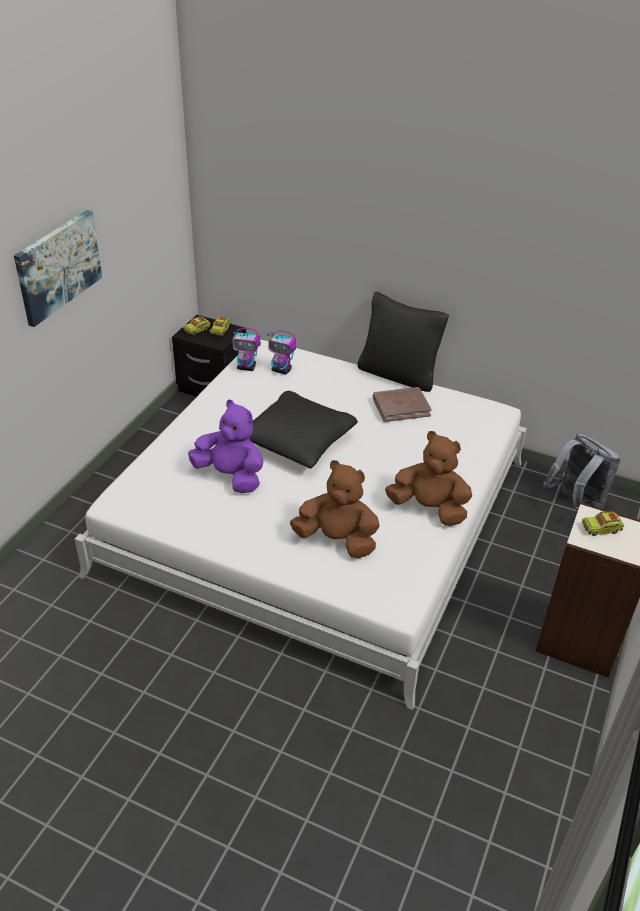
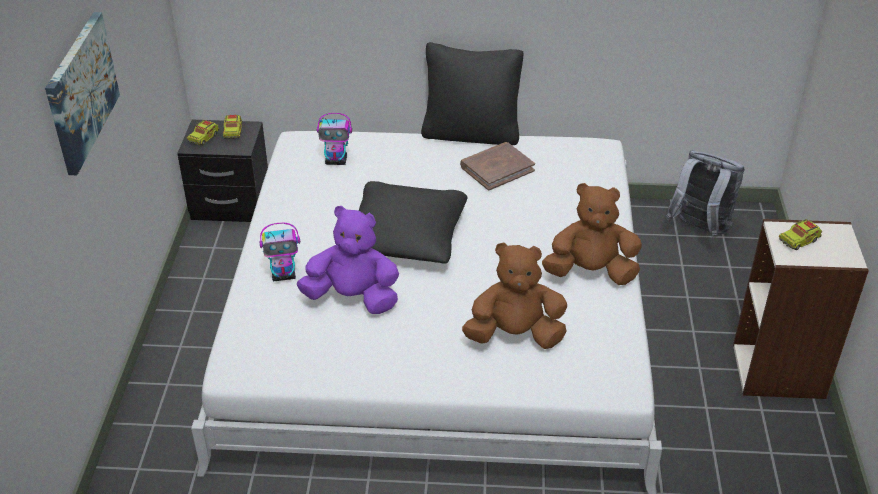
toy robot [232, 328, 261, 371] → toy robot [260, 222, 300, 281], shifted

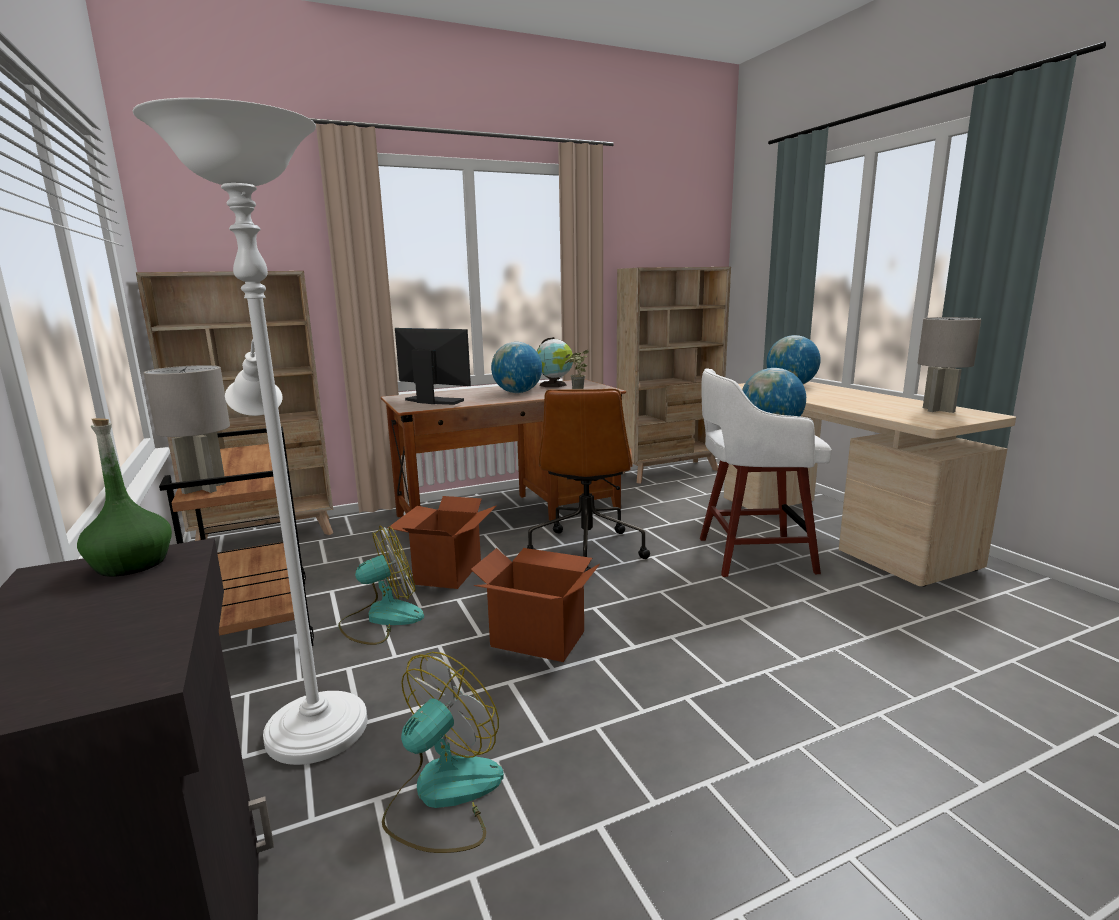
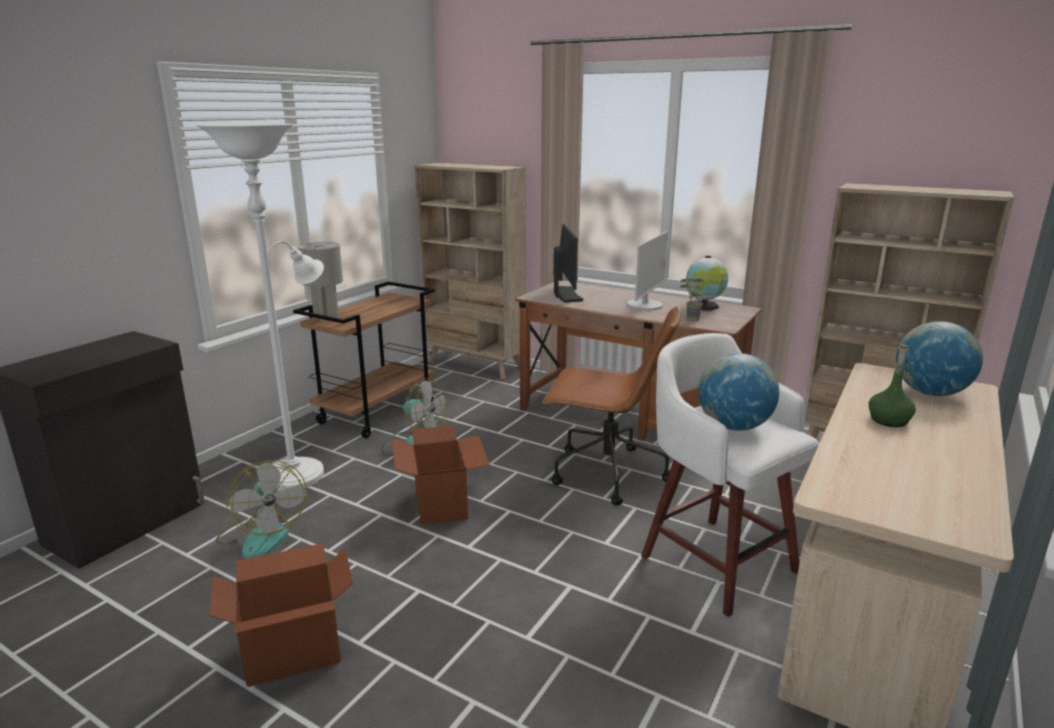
grey table lamp [918, 317, 981, 413] → -
globe [491, 342, 542, 393] → monitor [627, 231, 668, 310]
brown office chair [527, 388, 650, 572] → brown office chair [542, 307, 680, 506], 135 degrees counterclockwise
green bottle [77, 418, 172, 577] → green bottle [869, 344, 916, 427], shifted
cardboard box [388, 496, 497, 589] → cardboard box [209, 543, 353, 687], shifted
fan [382, 652, 504, 853] → fan [216, 460, 307, 559], 60 degrees clockwise

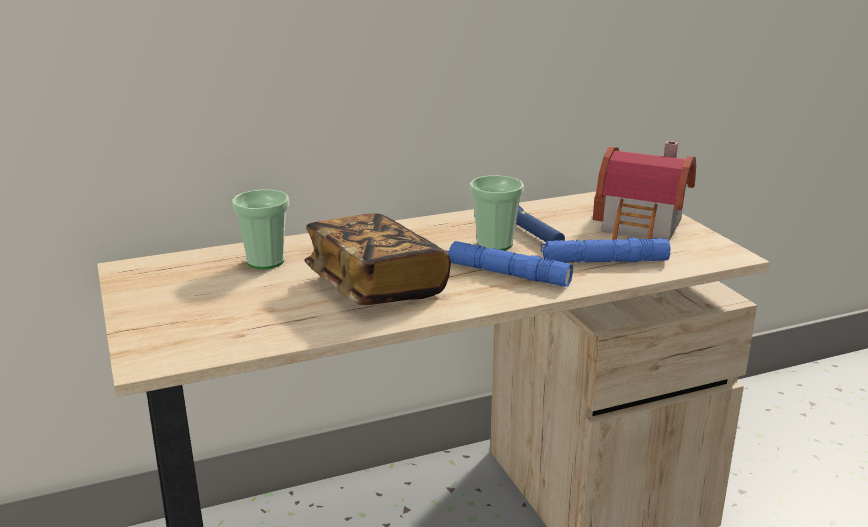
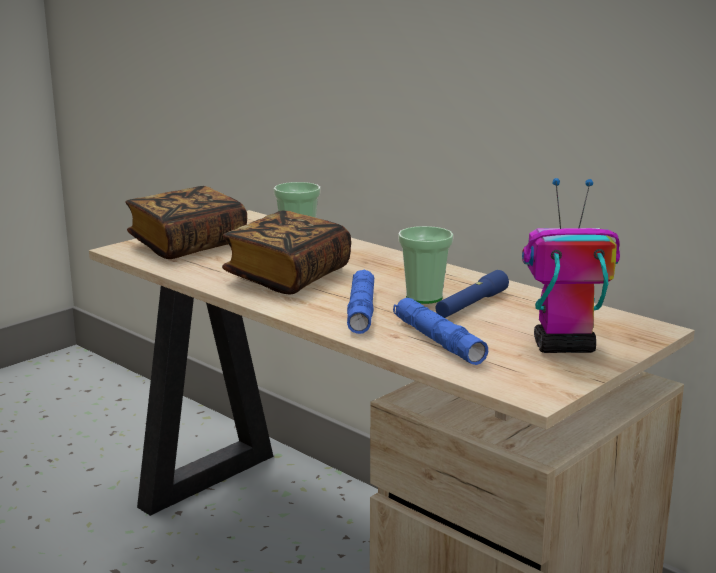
toy house [593, 141, 696, 241] → toy robot [522, 178, 620, 353]
- → book [125, 186, 247, 259]

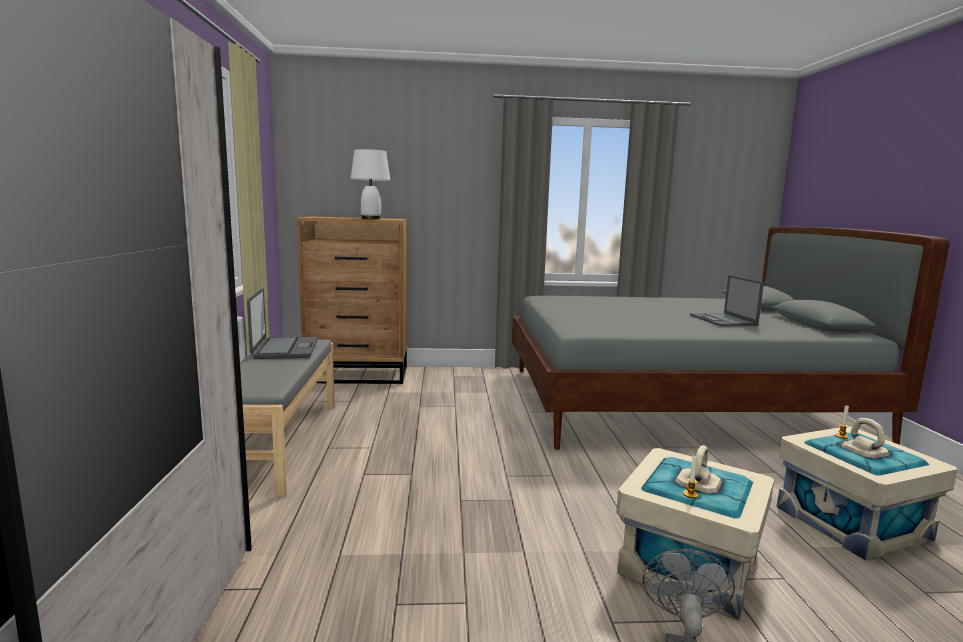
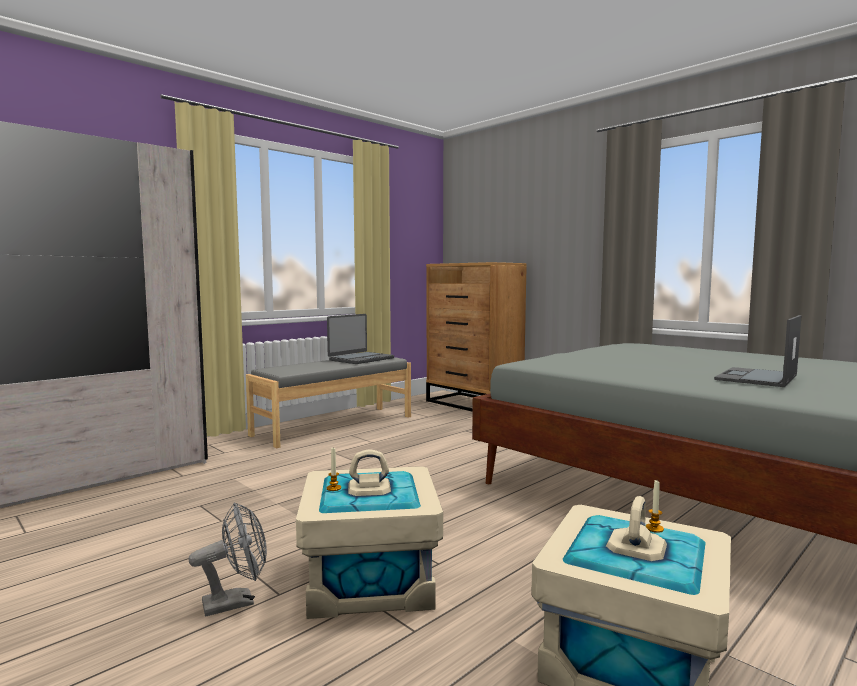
white table lamp [351, 149, 390, 219] → -

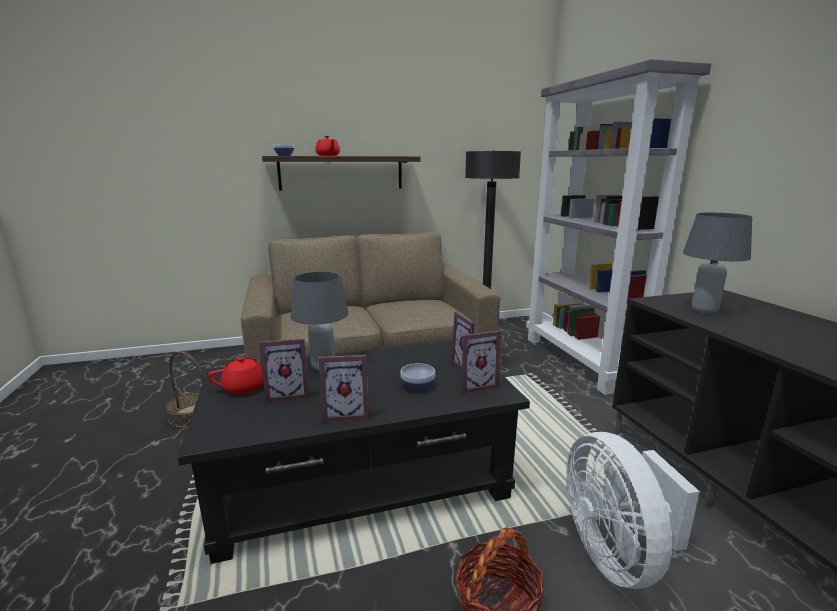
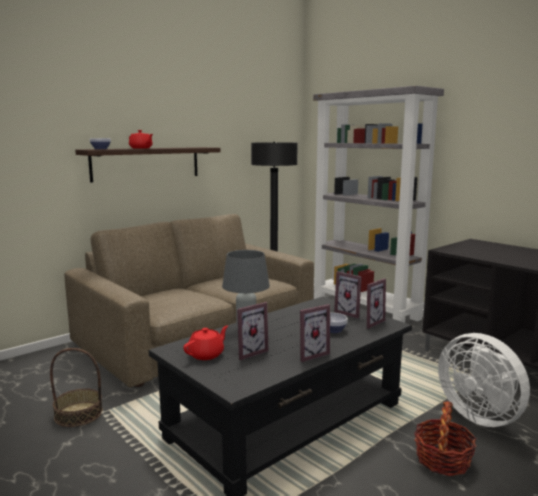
grey table lamp [683, 212, 752, 314] → -

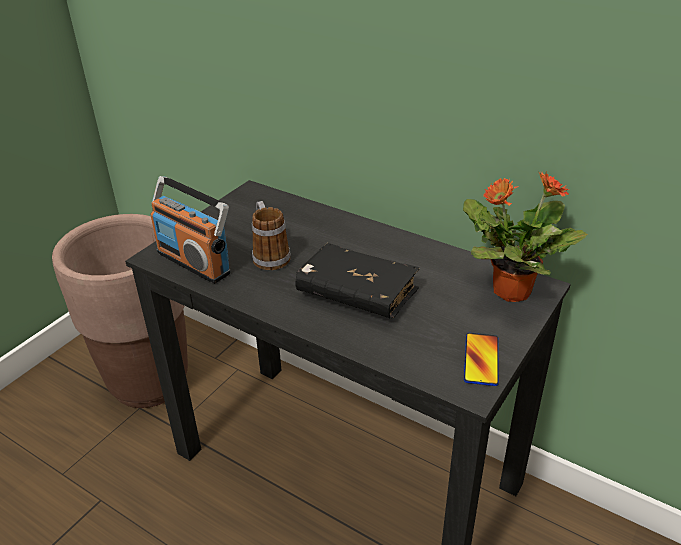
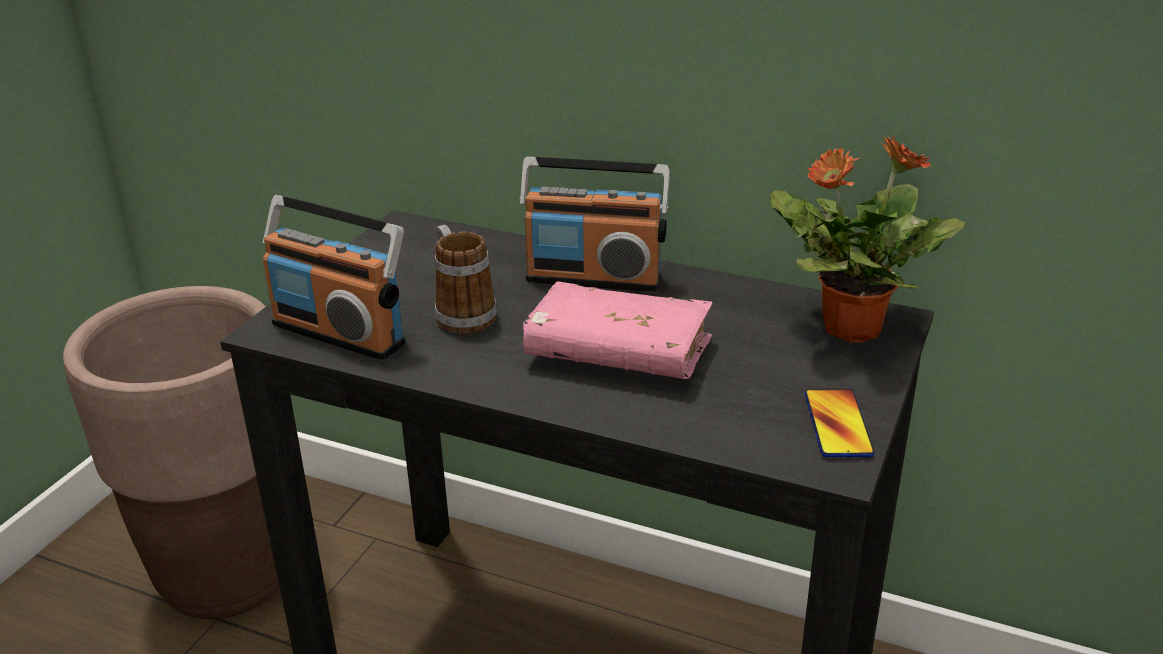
black book [296, 243, 420, 318] → pink book [523, 281, 713, 379]
- → radio [519, 157, 670, 292]

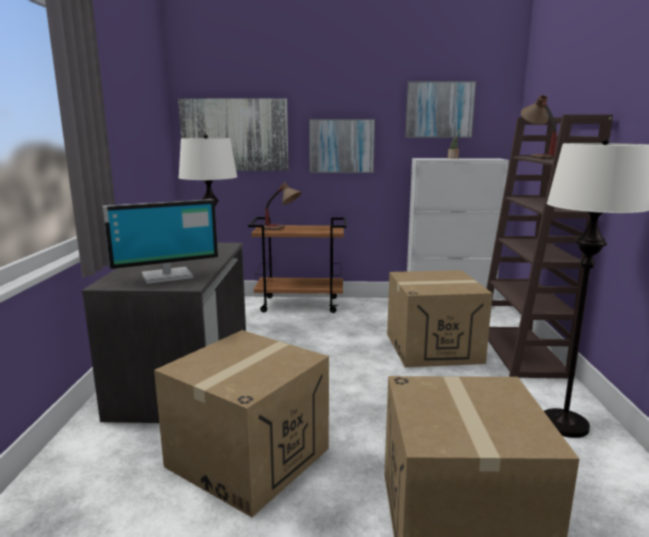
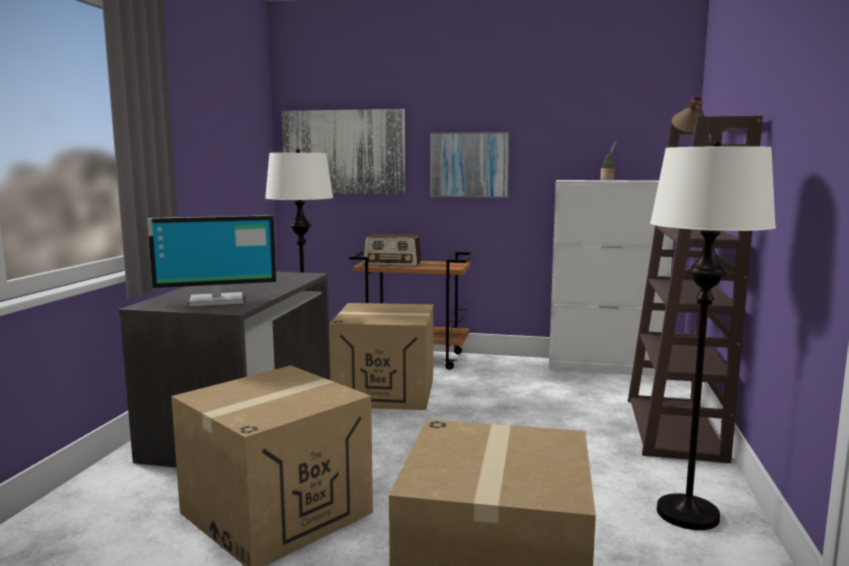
picture [405, 81, 476, 138] → -
table lamp [264, 182, 302, 230] → radio [363, 234, 422, 267]
cardboard box [387, 270, 493, 367] → cardboard box [329, 303, 433, 410], shifted

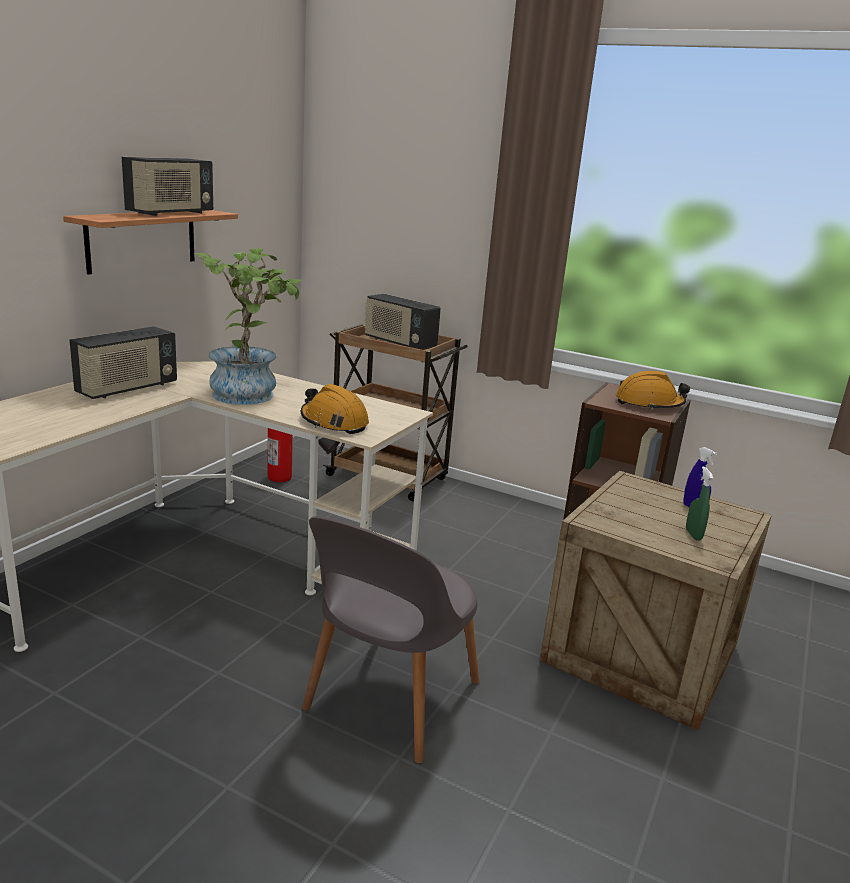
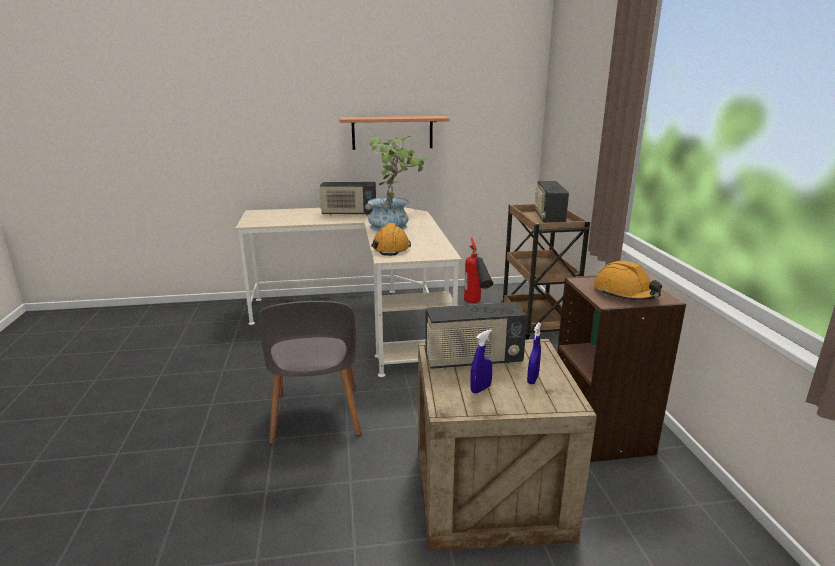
radio [122, 157, 213, 216] → radio [425, 302, 527, 369], shifted
green spray bottle [686, 466, 713, 540] → blue spray bottle [470, 329, 493, 394]
grey chair [302, 516, 479, 764] → grey chair [257, 301, 361, 444], 90 degrees counterclockwise

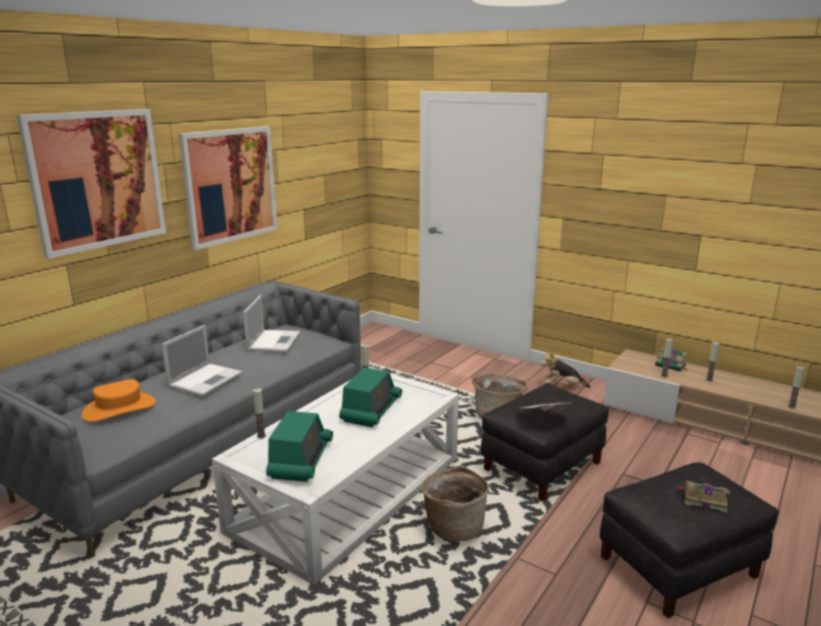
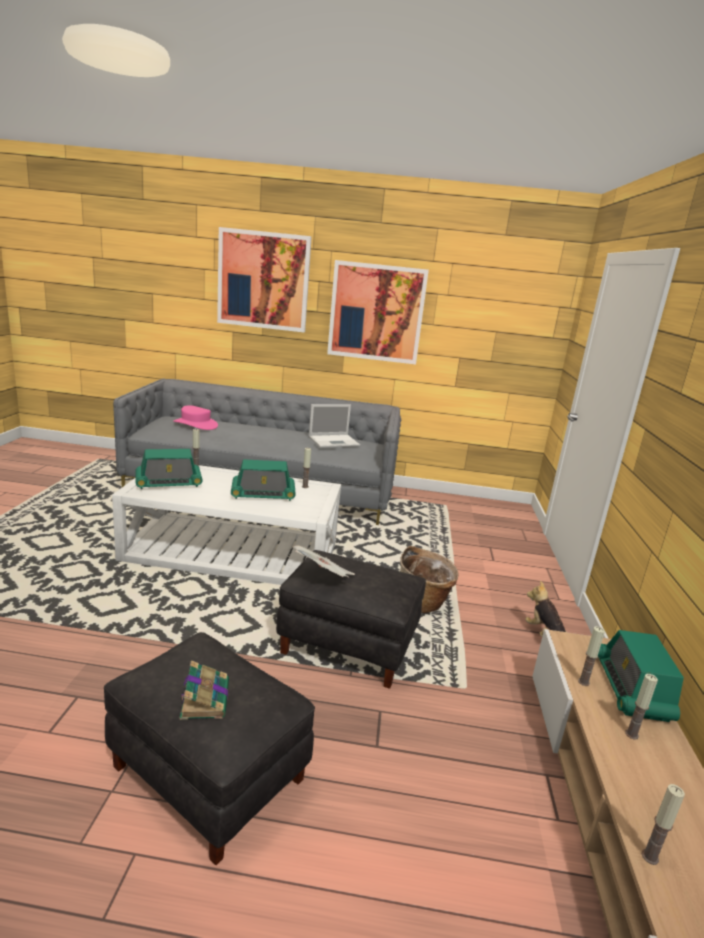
laptop [161, 325, 242, 396] → -
book [655, 347, 687, 372] → radio [598, 630, 684, 722]
orange hat [82, 379, 156, 422] → pink hat [173, 405, 218, 430]
basket [422, 465, 489, 541] → -

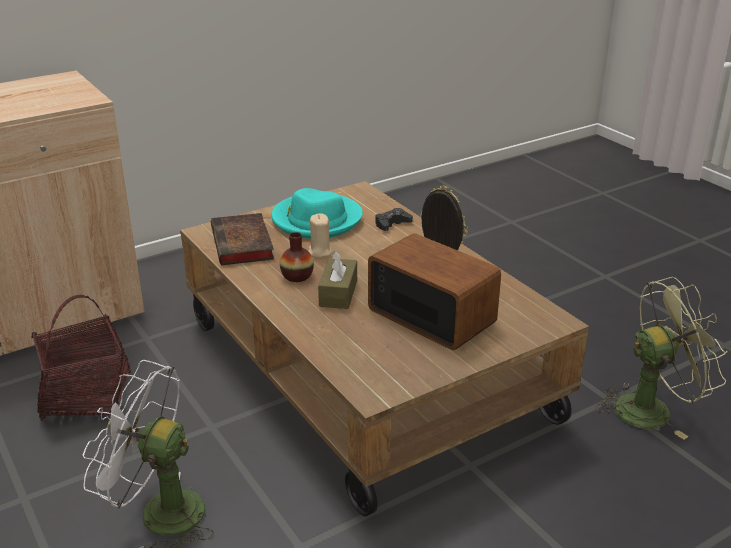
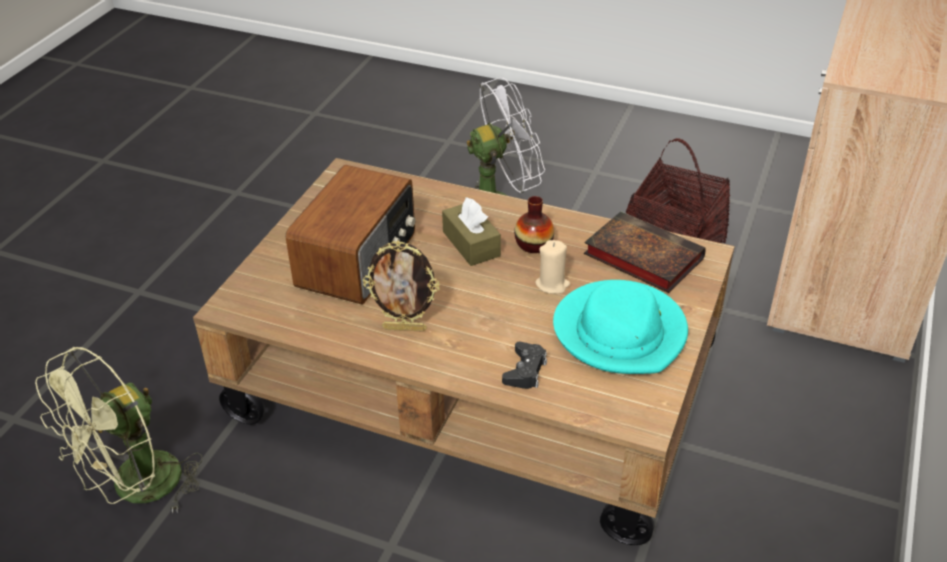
radio [368, 233, 501, 350] → radio [286, 165, 416, 305], 75 degrees counterclockwise

